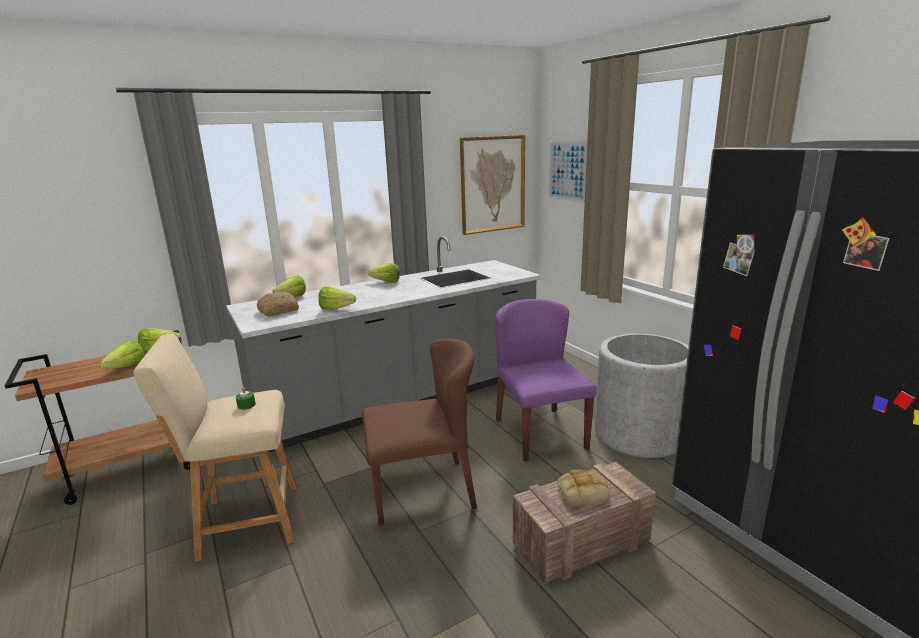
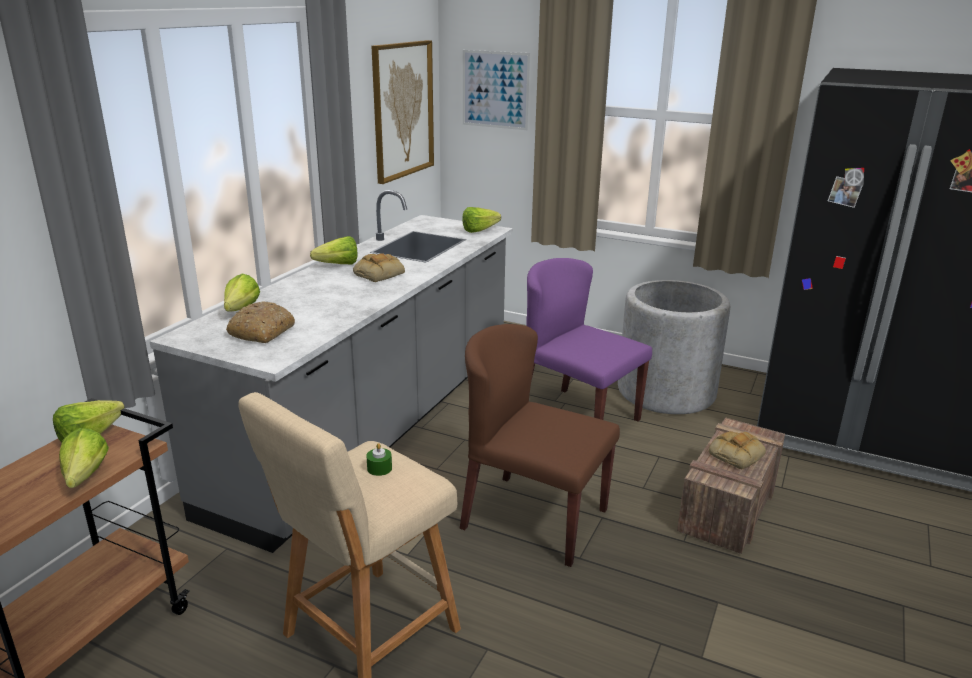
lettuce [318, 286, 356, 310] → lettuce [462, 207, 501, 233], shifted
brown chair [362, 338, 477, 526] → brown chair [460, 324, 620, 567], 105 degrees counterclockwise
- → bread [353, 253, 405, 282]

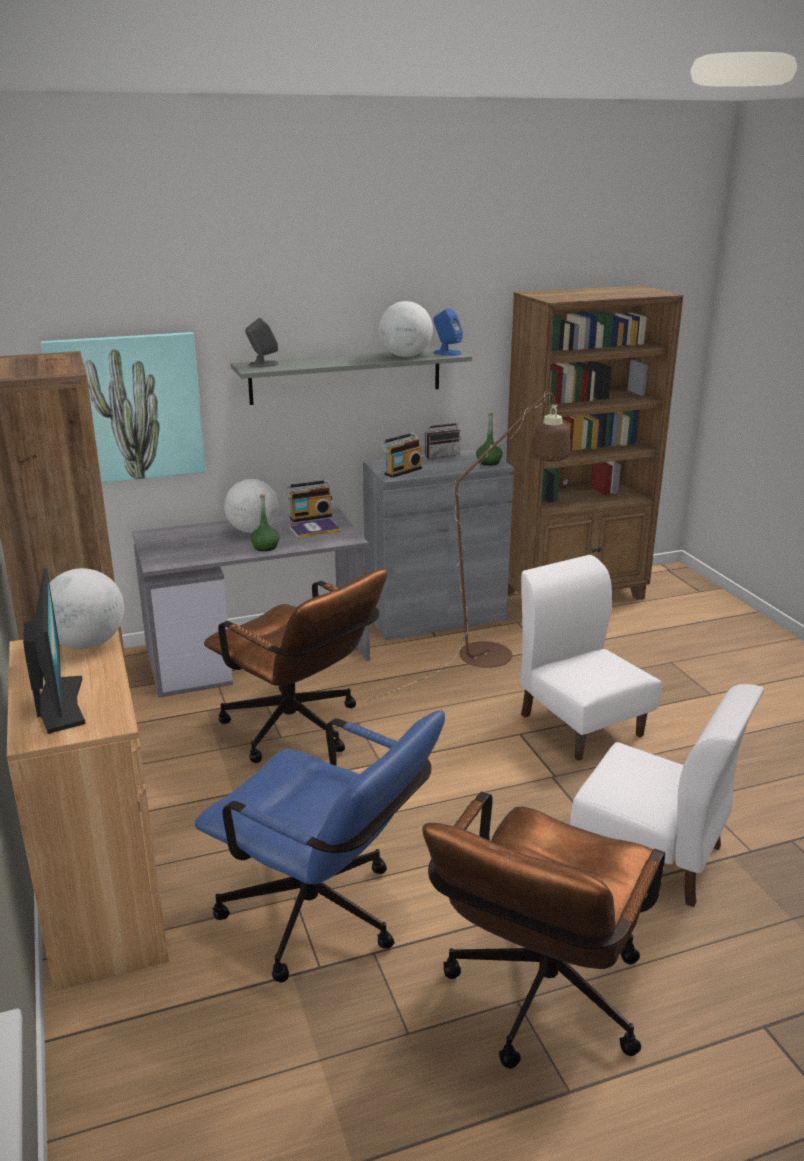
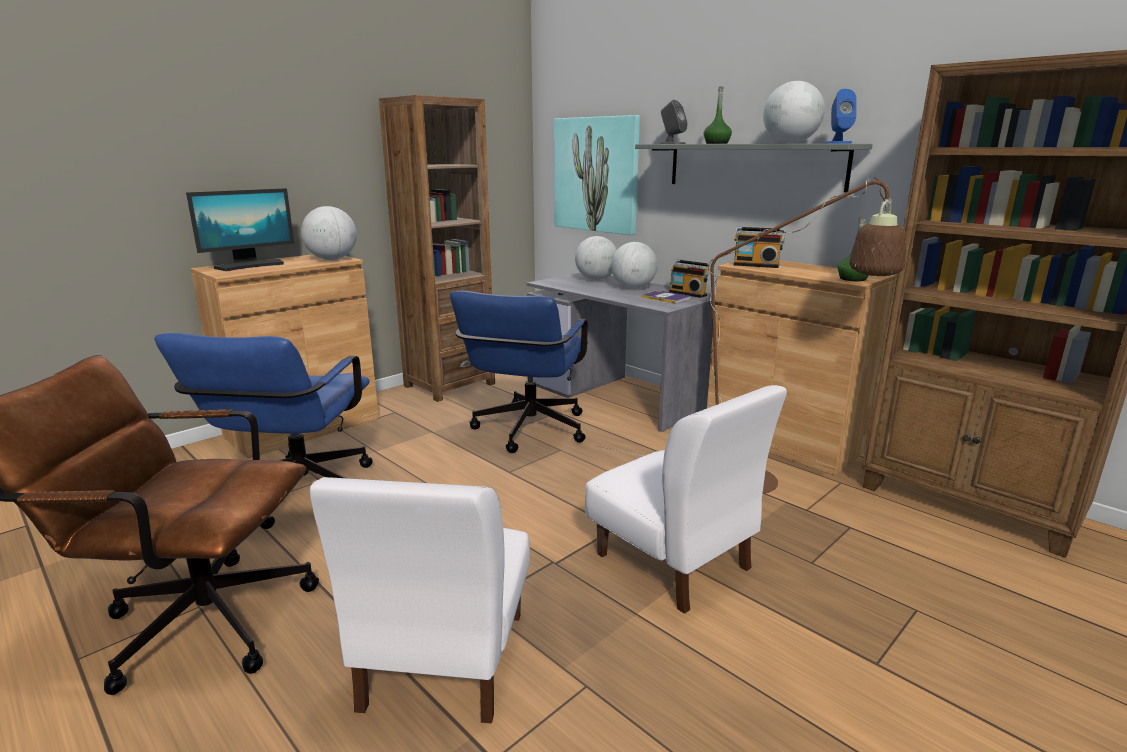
radio [425, 413, 461, 459] → -
grey cabinet [363, 450, 514, 640] → brown cabinet [707, 260, 895, 476]
green bottle [250, 494, 280, 551] → green bottle [704, 86, 732, 144], shifted
white chair [520, 555, 661, 761] → white chair [585, 385, 787, 614], 105 degrees clockwise
brown office chair [204, 569, 387, 763] → blue office chair [450, 291, 588, 453]
- → globe [575, 236, 617, 280]

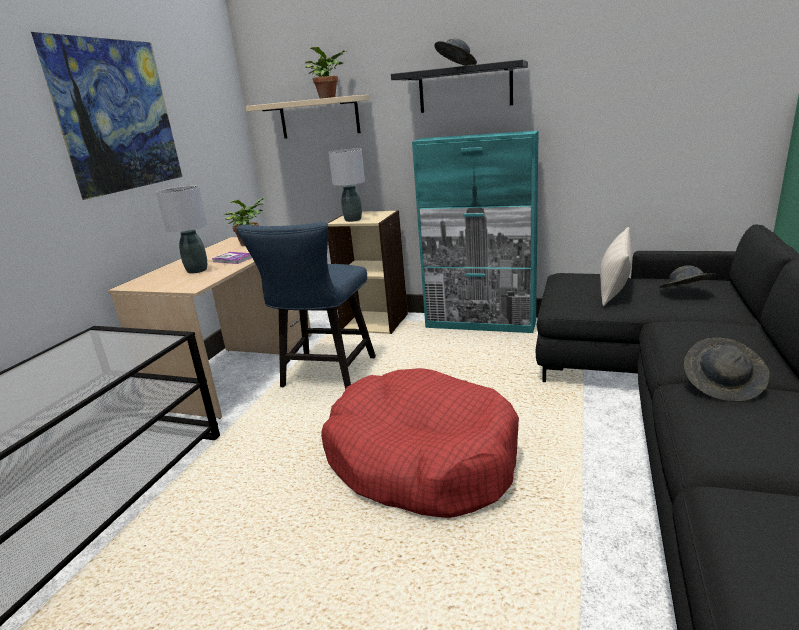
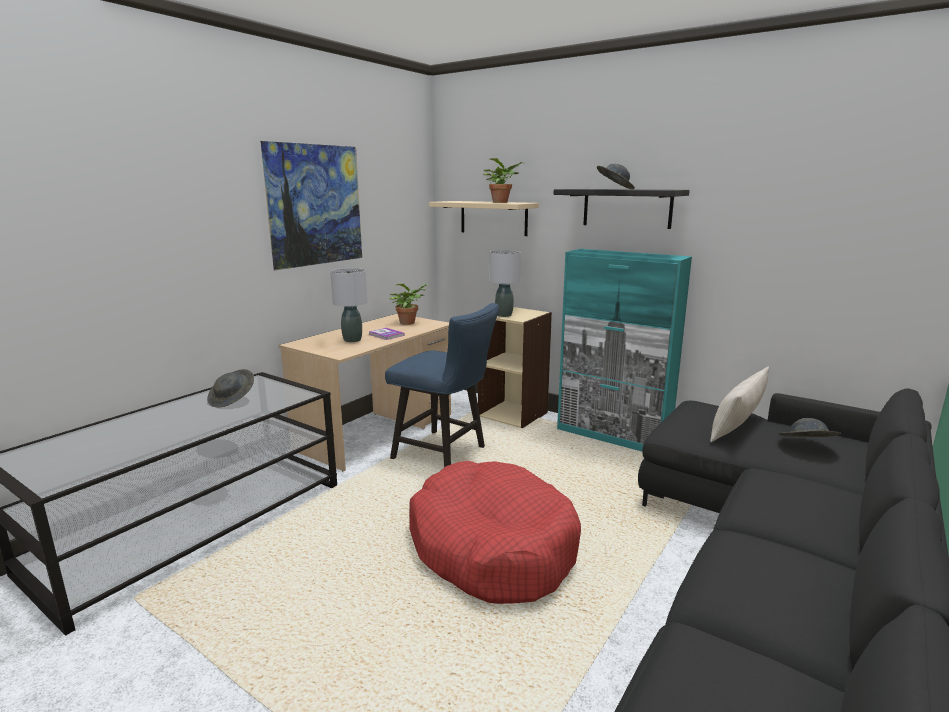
blue chair [236, 222, 376, 390] → blue chair [385, 303, 499, 467], 90 degrees counterclockwise
grey hat [684, 338, 769, 402] → grey hat [207, 369, 254, 408], shifted

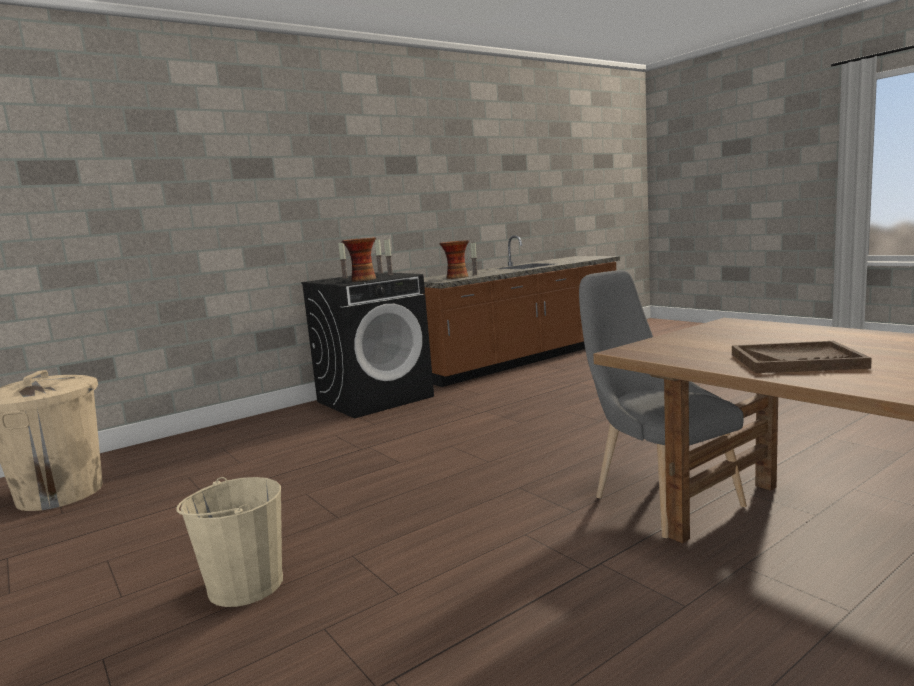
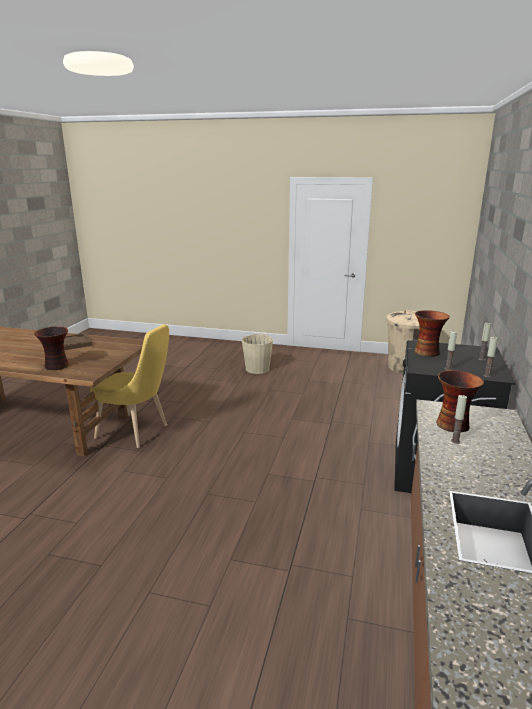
grey chair [579, 270, 747, 538] → yellow chair [90, 324, 169, 448]
- → vase [34, 326, 69, 370]

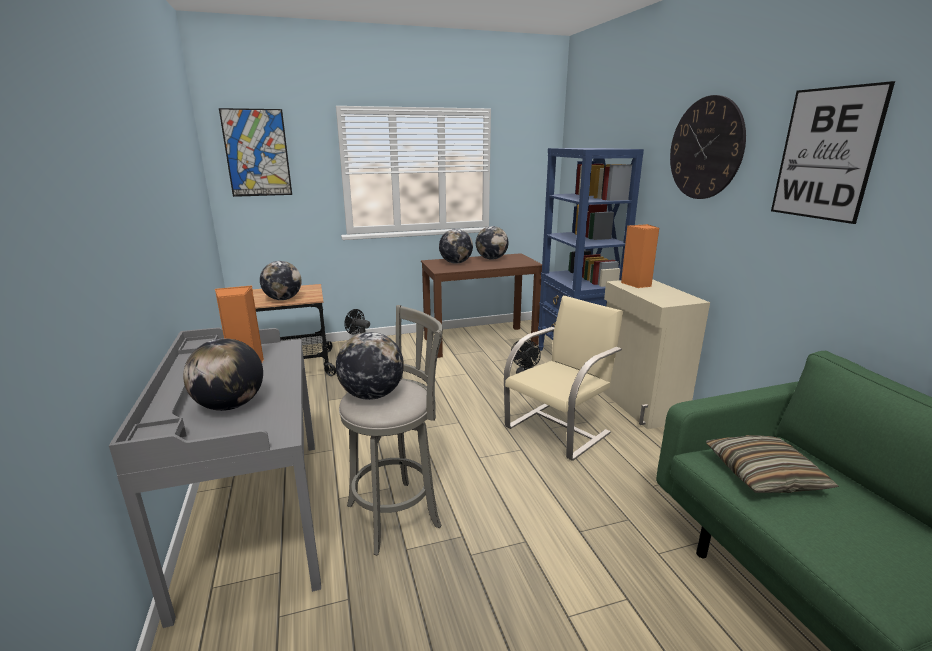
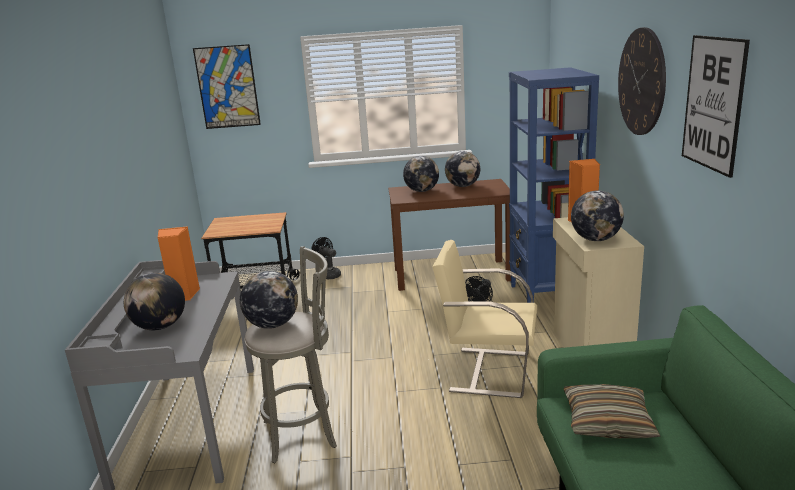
globe [260, 261, 302, 300] → globe [571, 191, 624, 241], shifted
beige chair [504, 296, 623, 461] → beige chair [433, 240, 537, 398], 135 degrees counterclockwise

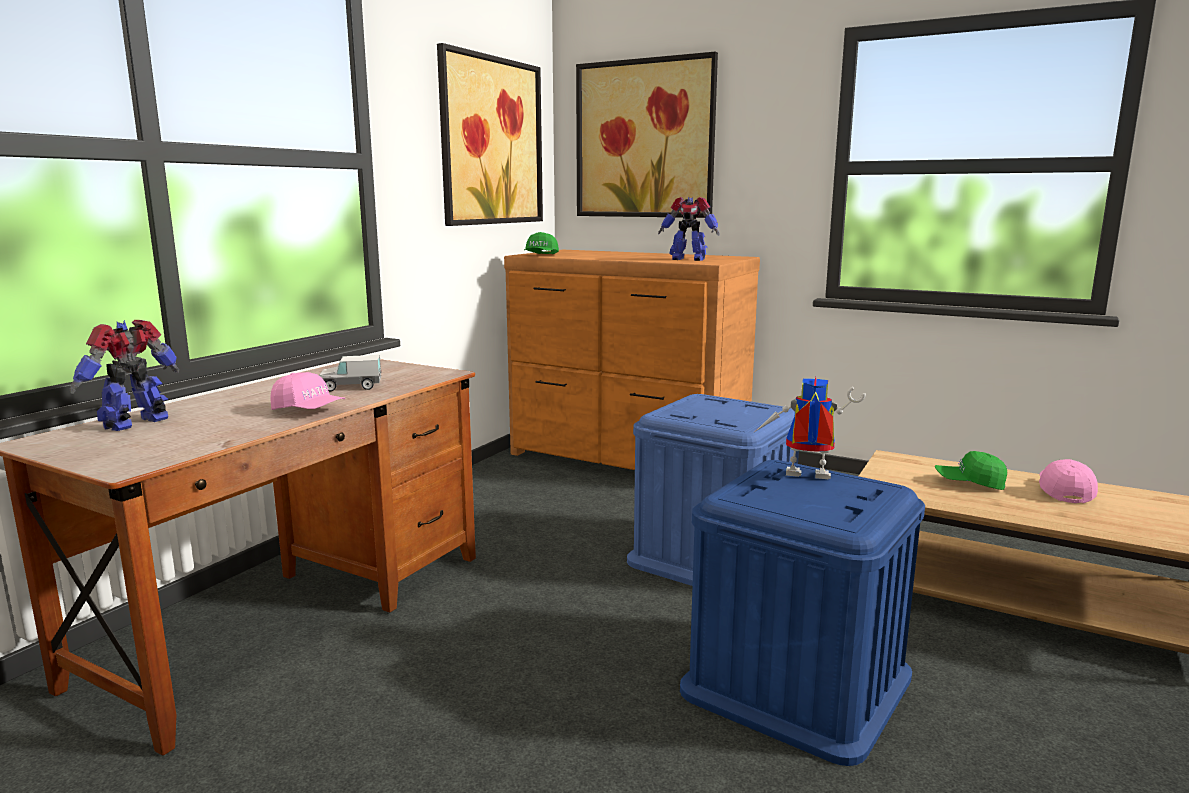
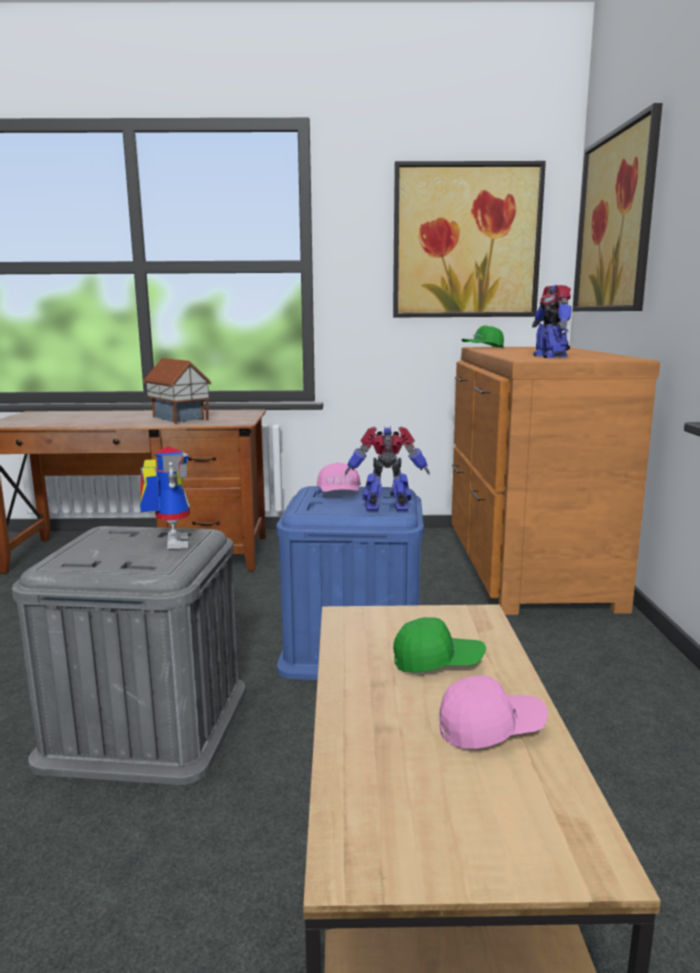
toy robot [70, 320, 179, 431] → toy robot [345, 425, 430, 511], shifted
toy truck [319, 355, 382, 391] → toy house [143, 358, 212, 424]
pink cap [270, 372, 345, 410] → pink cap [317, 462, 361, 492], shifted
green cap [935, 451, 1007, 490] → green cap [393, 617, 486, 673], 105 degrees clockwise
blue storage box [680, 460, 925, 766] → grey storage box [12, 526, 246, 785]

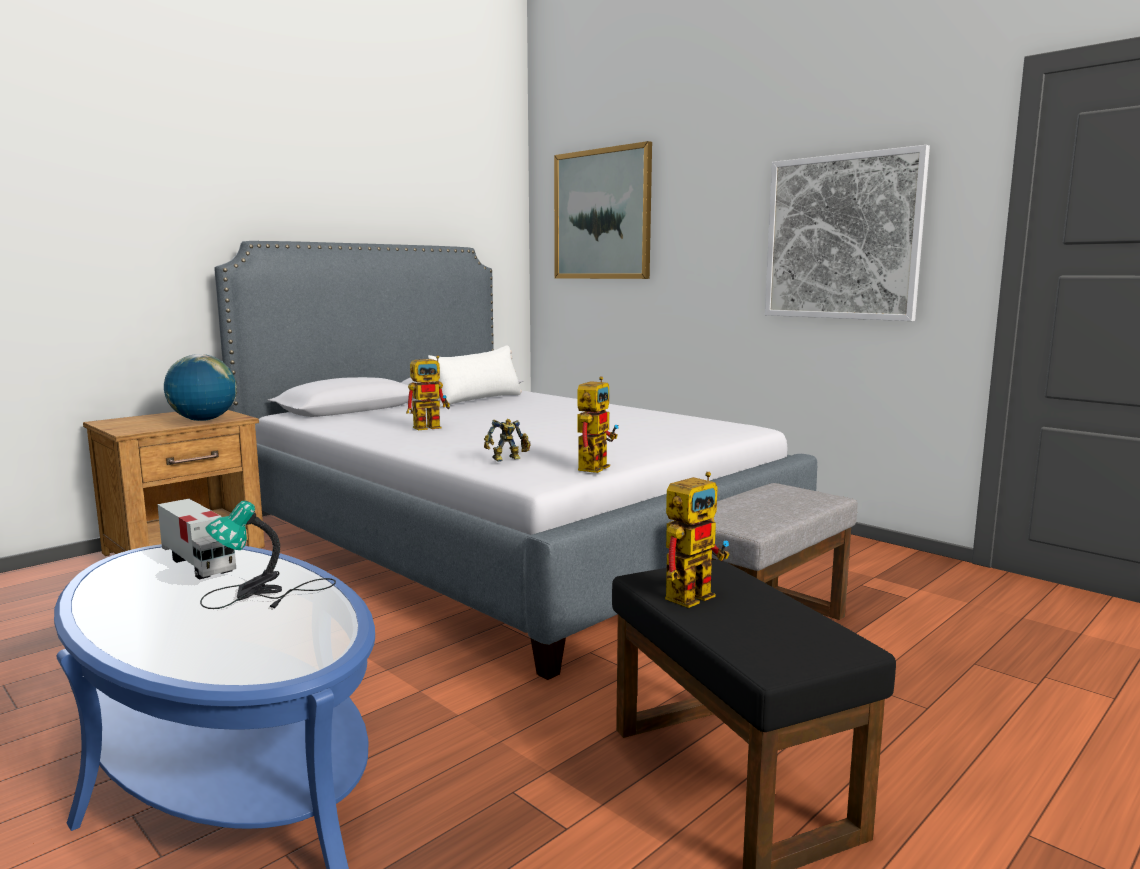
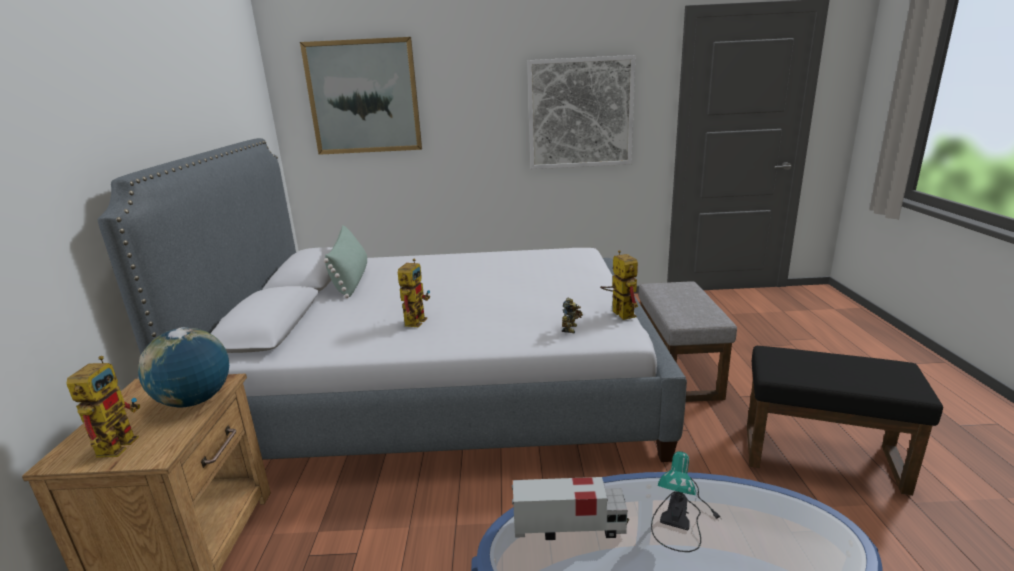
white pillow [428, 345, 522, 407] → green pillow [324, 225, 367, 298]
toy robot [665, 472, 730, 608] → toy robot [66, 356, 140, 458], shifted

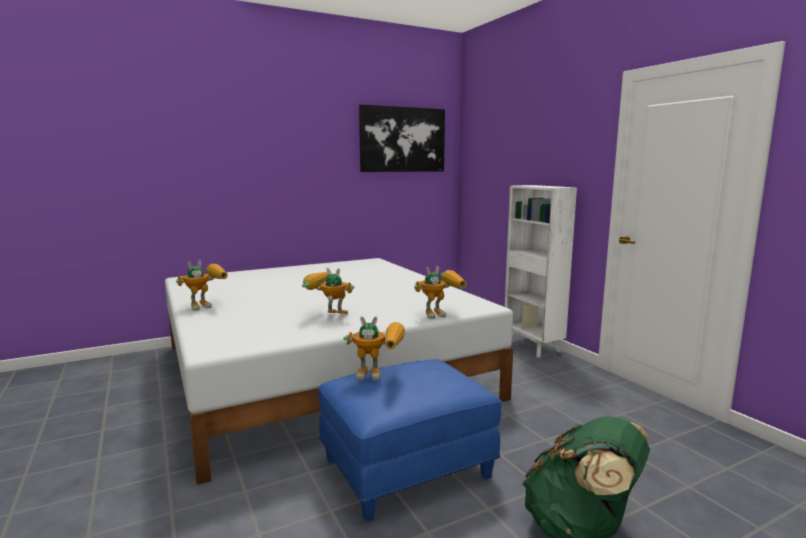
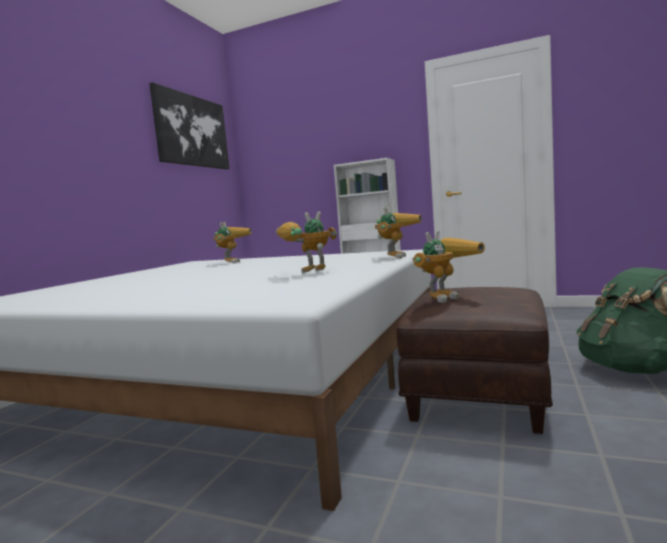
toy robot [176, 260, 228, 311] → toy robot [213, 222, 252, 263], shifted
blue ottoman [318, 360, 501, 522] → brown ottoman [396, 287, 553, 434]

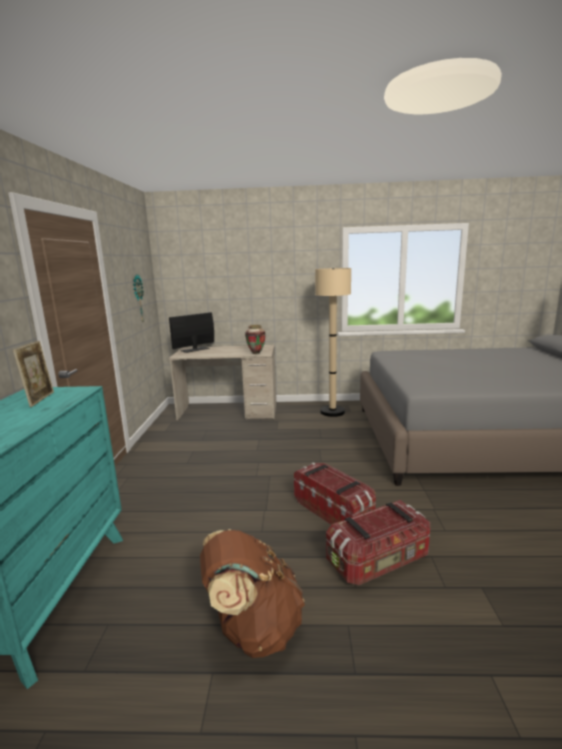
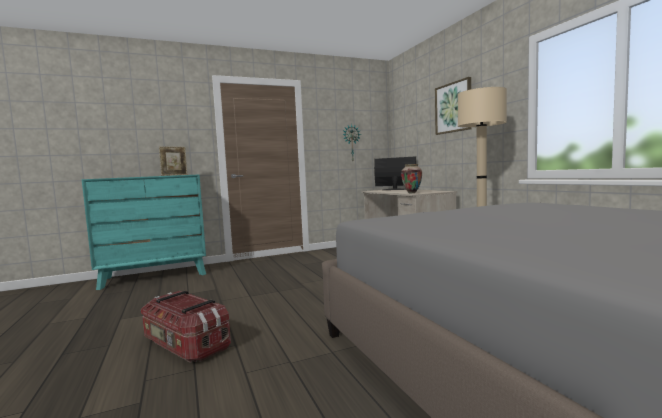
storage box [294, 463, 376, 525] → -
brown backpack [200, 529, 305, 658] → -
- → picture [435, 77, 472, 135]

